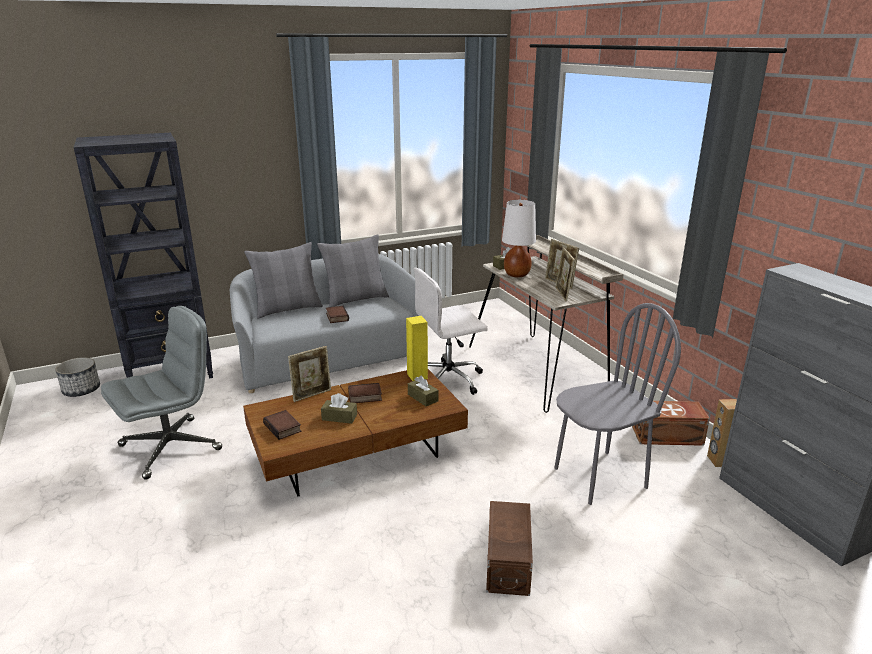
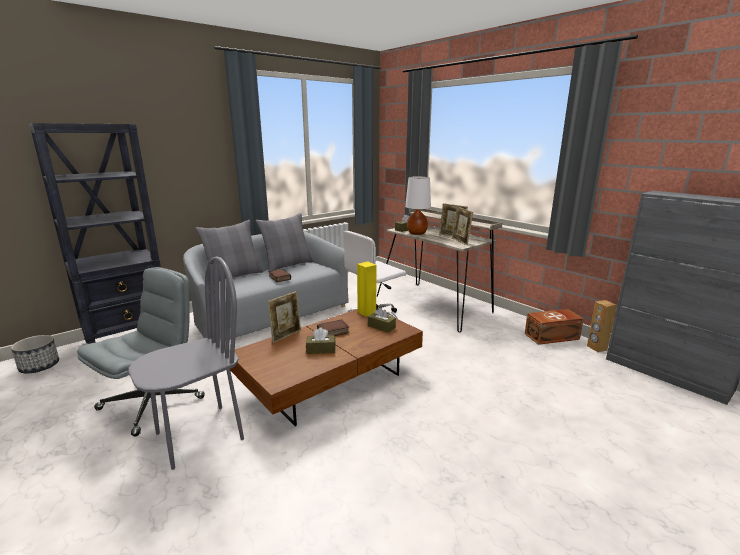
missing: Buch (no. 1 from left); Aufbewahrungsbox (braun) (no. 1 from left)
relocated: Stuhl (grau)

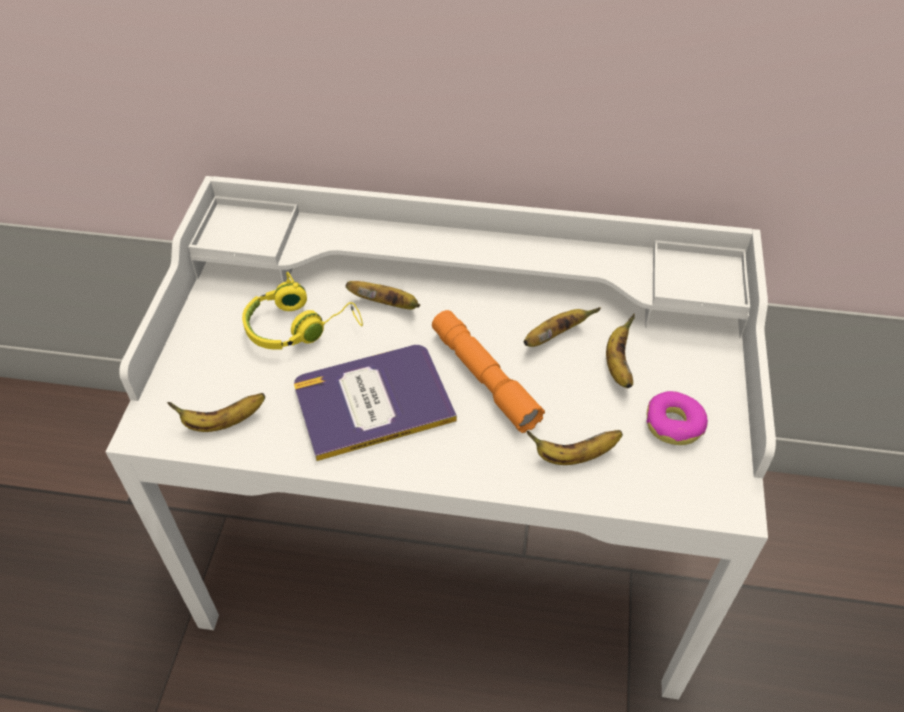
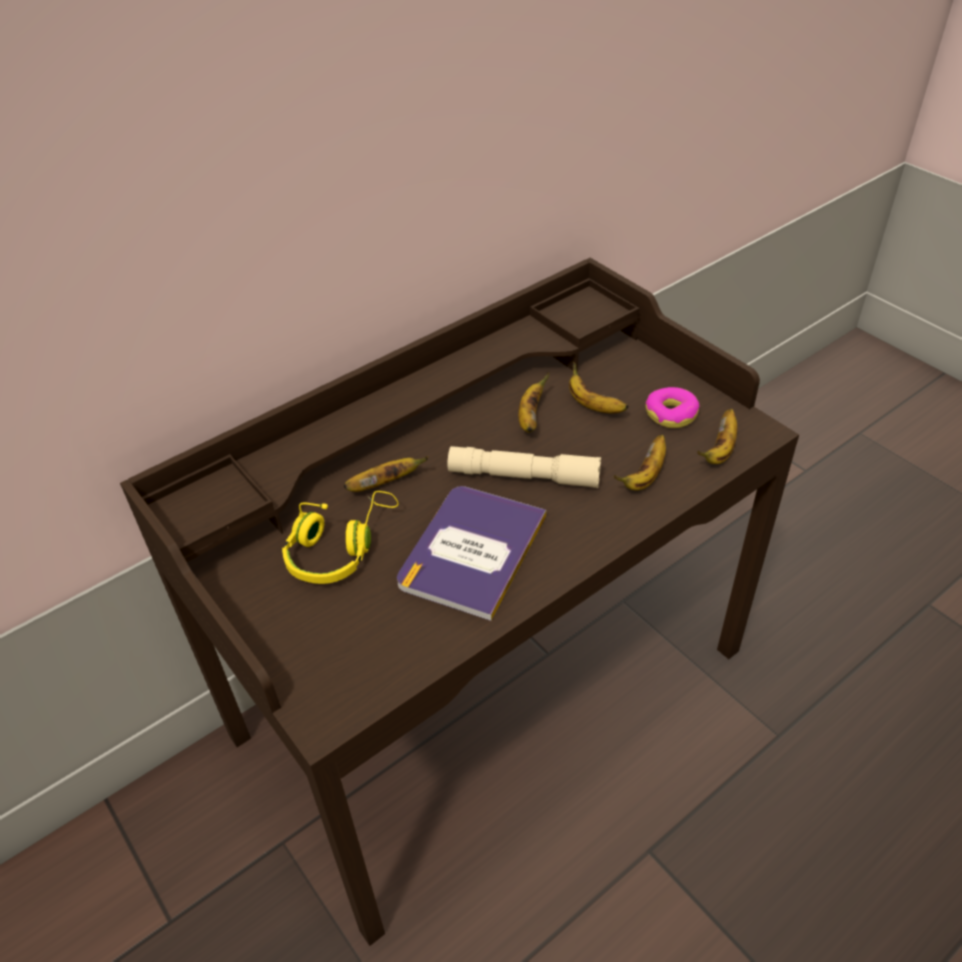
relocated: Banane (no. 1 from left in the first image) to Banane (no. 5 from left)
colour: Schreibtisch (weiß) to Schreibtisch (braun); Taschenlampe (orange) to Taschenlampe (beige)

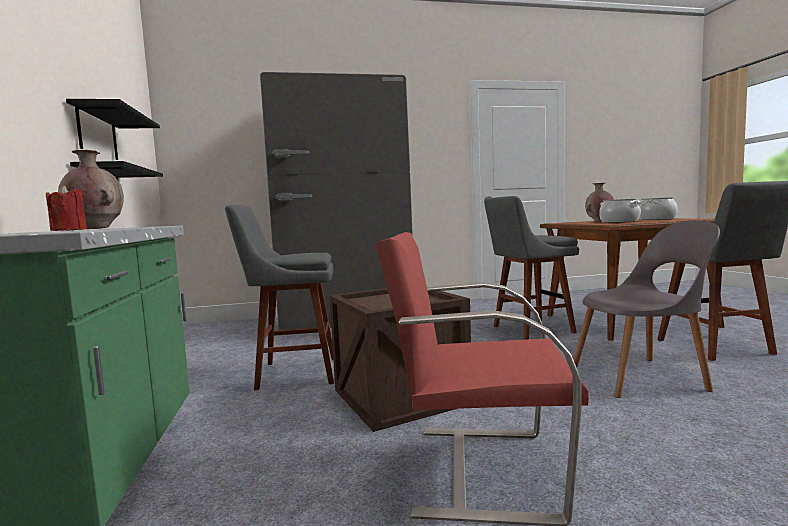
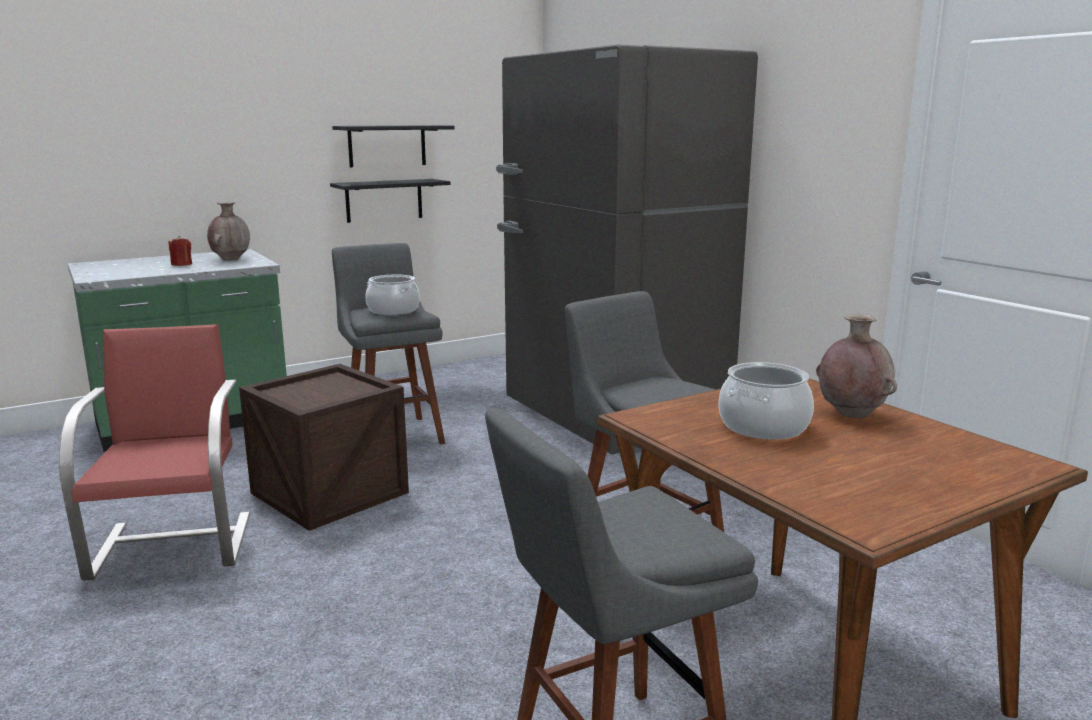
missing: Stuhl (grau)
relocated: Kochtopf (no. 2 from left in the first image) to Kochtopf (no. 1 from left)

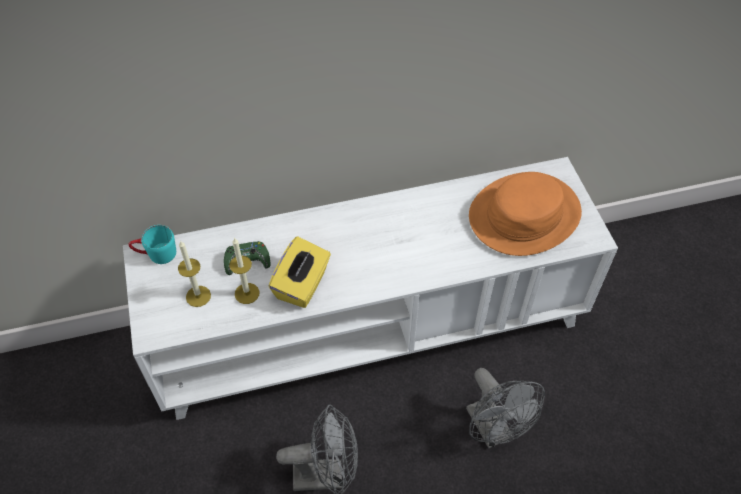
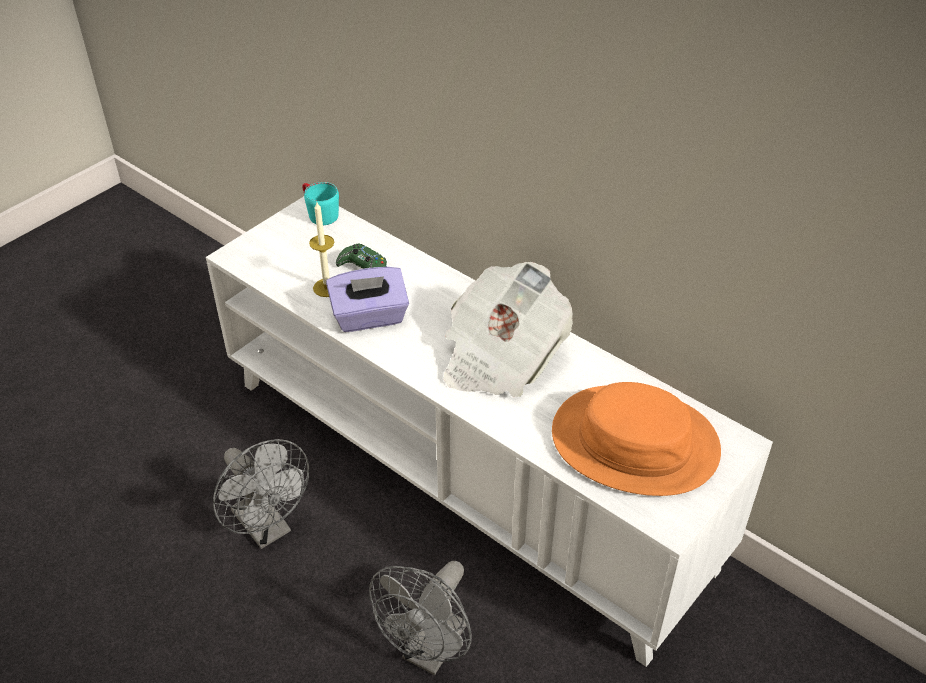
missing: Kerze (no. 1 from left)
appeared: Zeitung
colour: Taschentuchbox (gelb) to Taschentuchbox (lila)

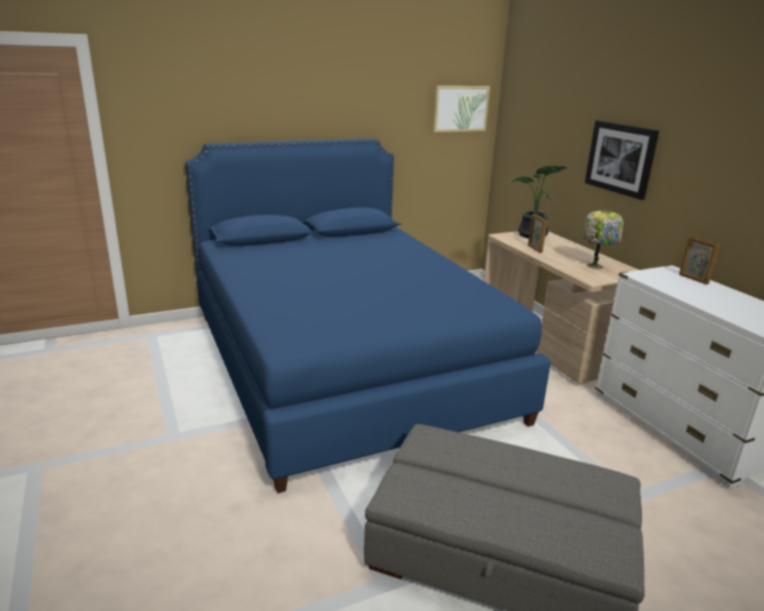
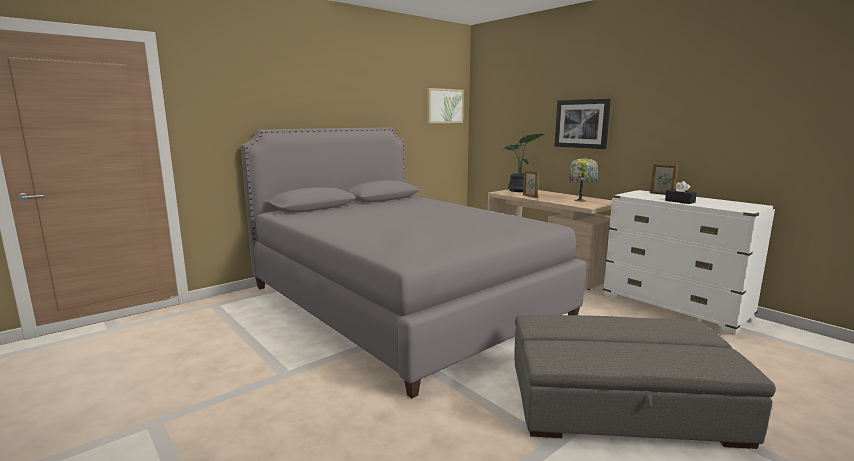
appeared: Taschentuchbox (schwarz)
colour: Bett (blau) to Bett (grau)

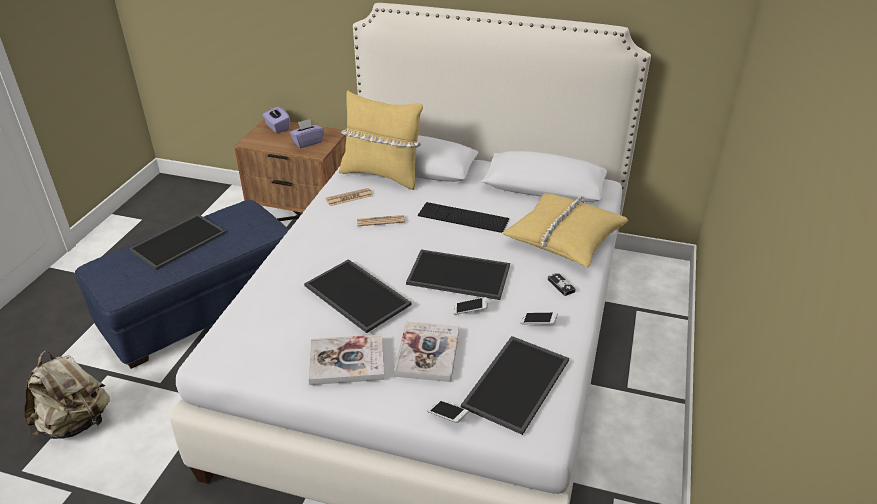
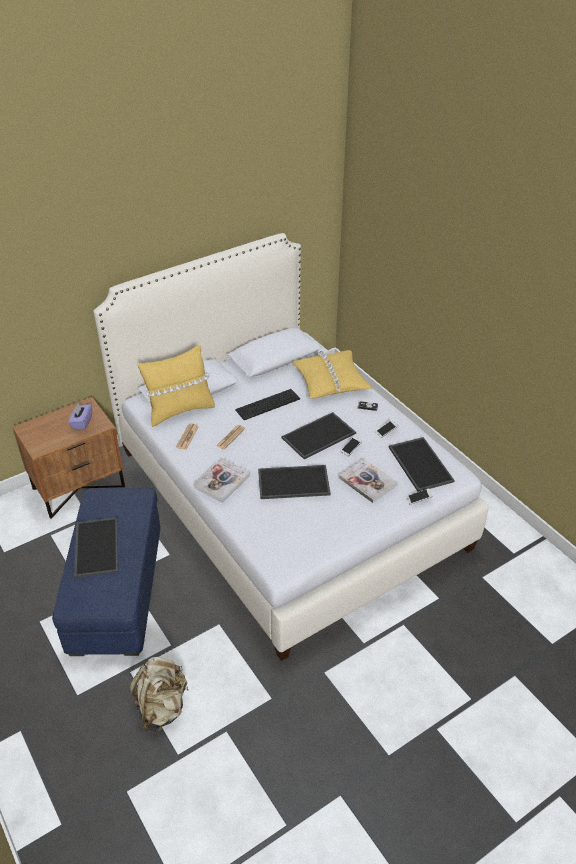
missing: Taschentuchbox (lila) (no. 1 from left)
relocated: Buch (no. 1 from left)

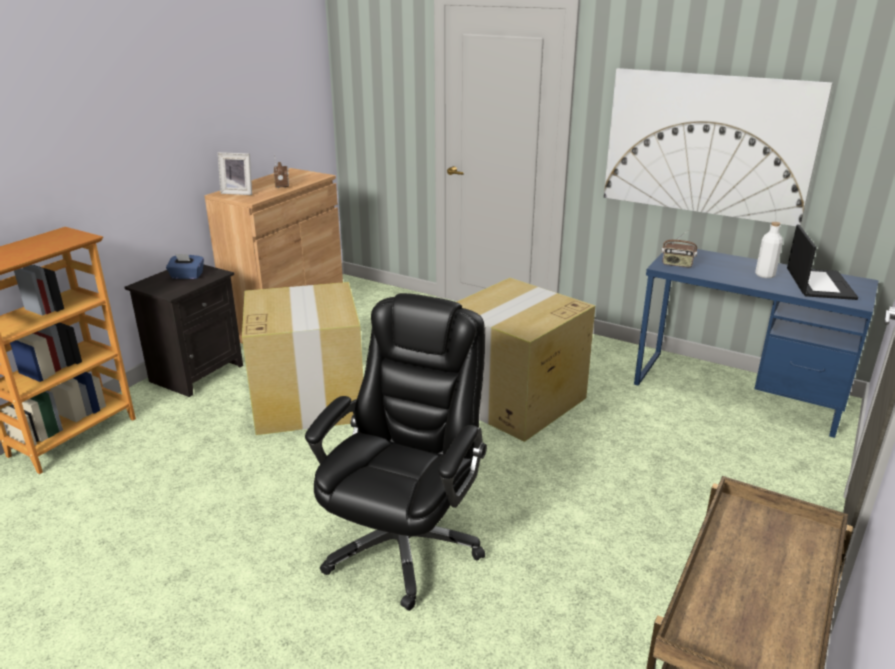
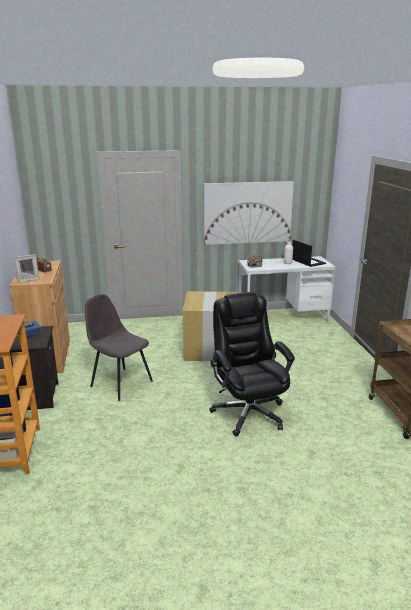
exchanged: Karton (no. 1 from left) to Stuhl (grau)
colour: Schreibtisch (blau) to Schreibtisch (weiß)

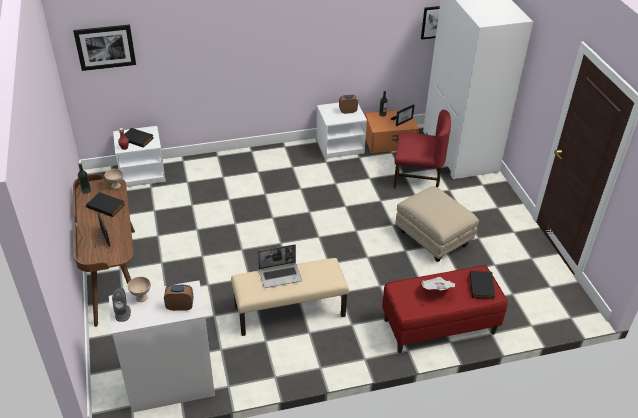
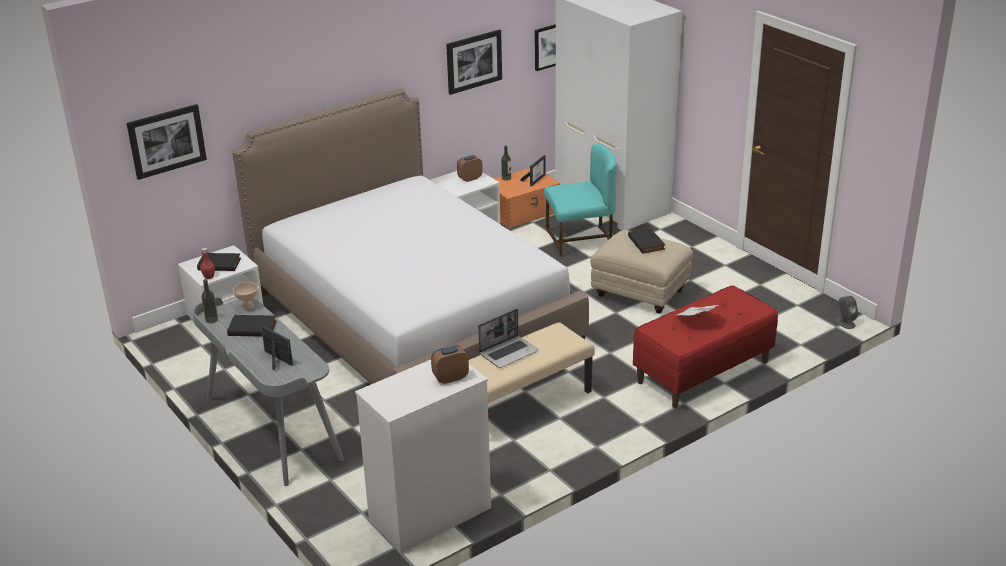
missing: Schüssel (beige) (no. 2 from left)
appeared: Bett; Bild (no. 2 from left)
relocated: Lautsprecher (grau); Buch (schwarz) (no. 3 from left)
colour: Schreibtisch (braun) to Schreibtisch (grau); Stuhl (rot) to Stuhl (türkis)

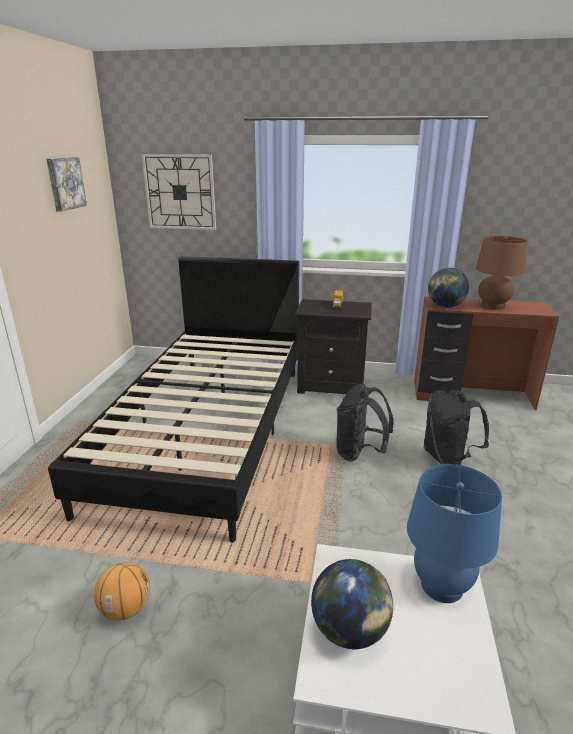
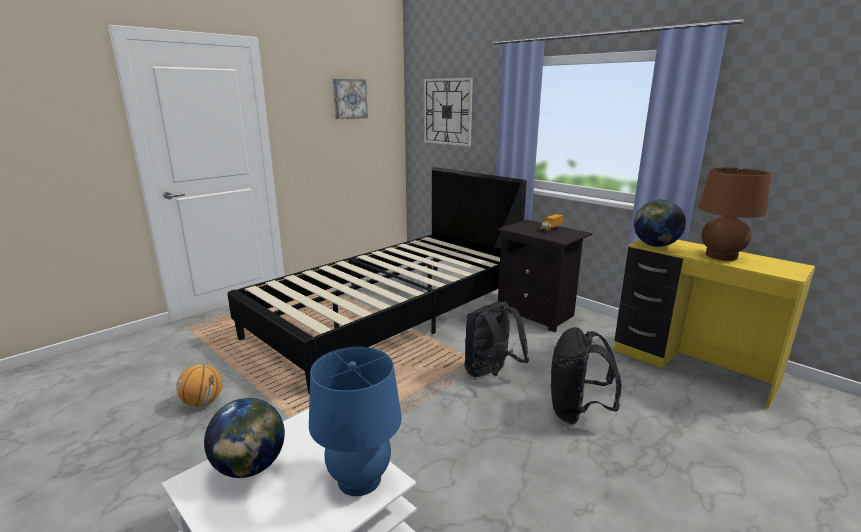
colour: Schreibtisch (braun) to Schreibtisch (gelb)

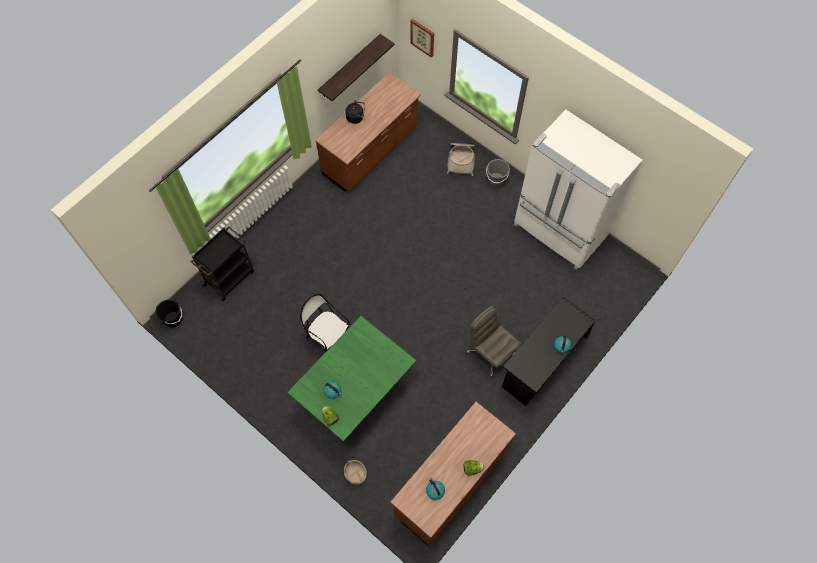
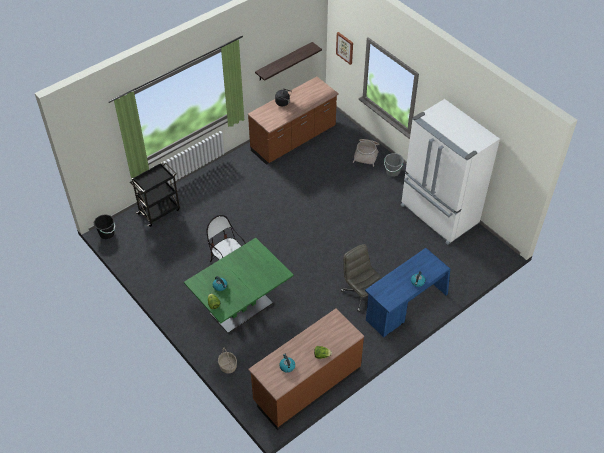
colour: Schreibtisch (schwarz) to Schreibtisch (blau)

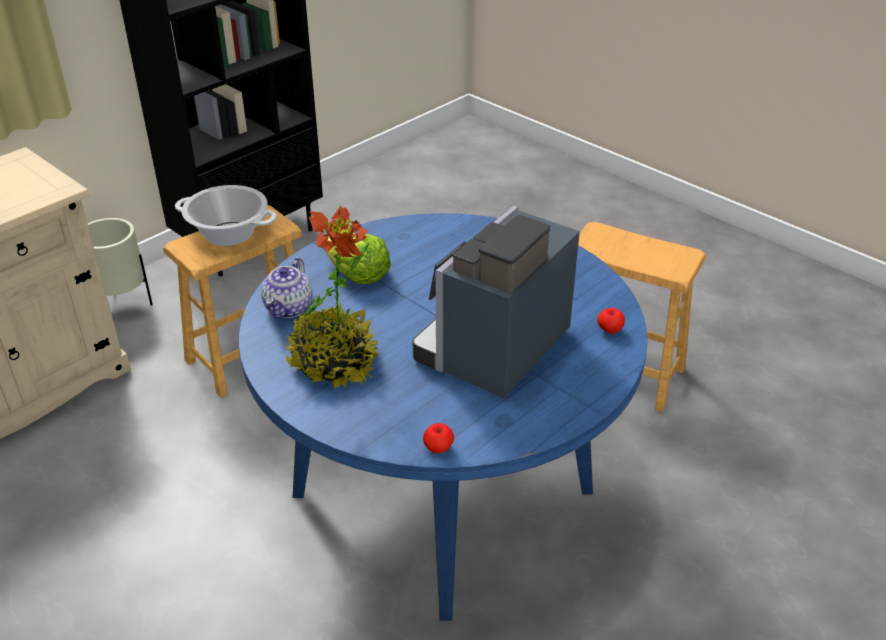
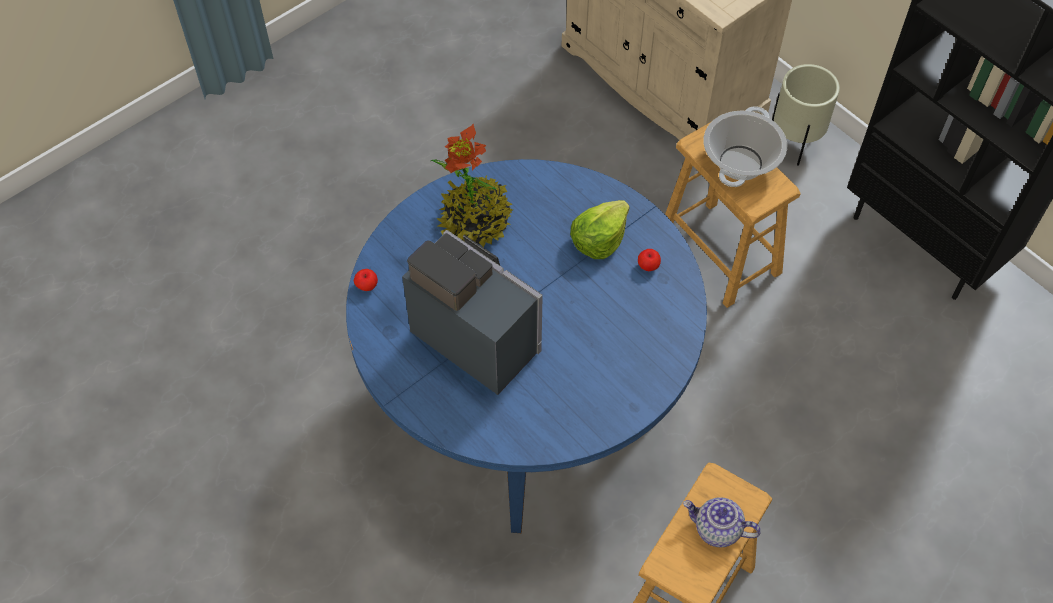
relocated: Teekanne; Apfel (no. 2 from left)

